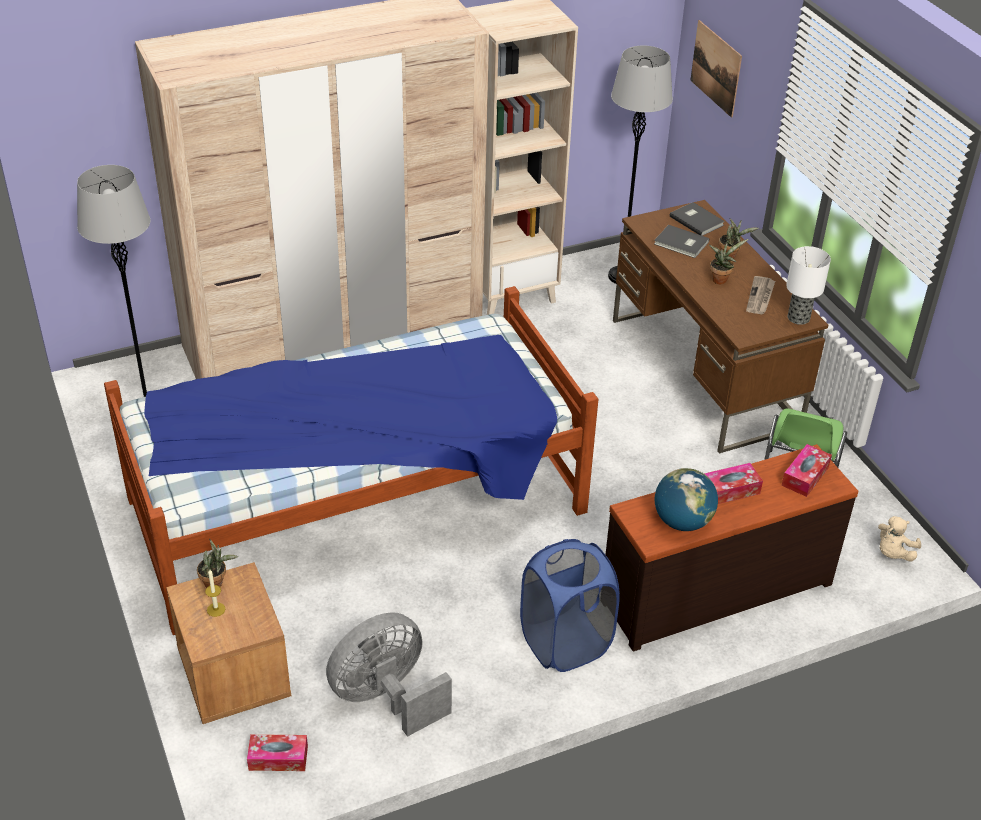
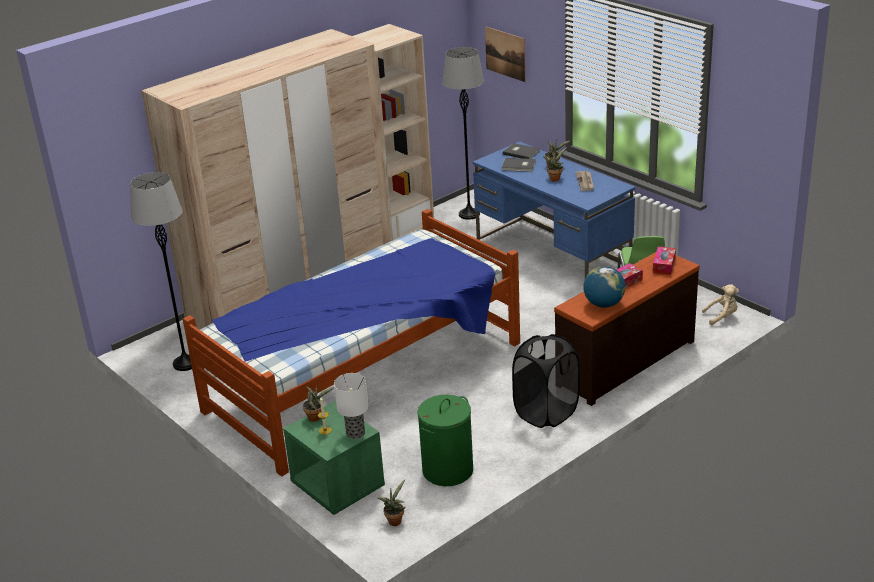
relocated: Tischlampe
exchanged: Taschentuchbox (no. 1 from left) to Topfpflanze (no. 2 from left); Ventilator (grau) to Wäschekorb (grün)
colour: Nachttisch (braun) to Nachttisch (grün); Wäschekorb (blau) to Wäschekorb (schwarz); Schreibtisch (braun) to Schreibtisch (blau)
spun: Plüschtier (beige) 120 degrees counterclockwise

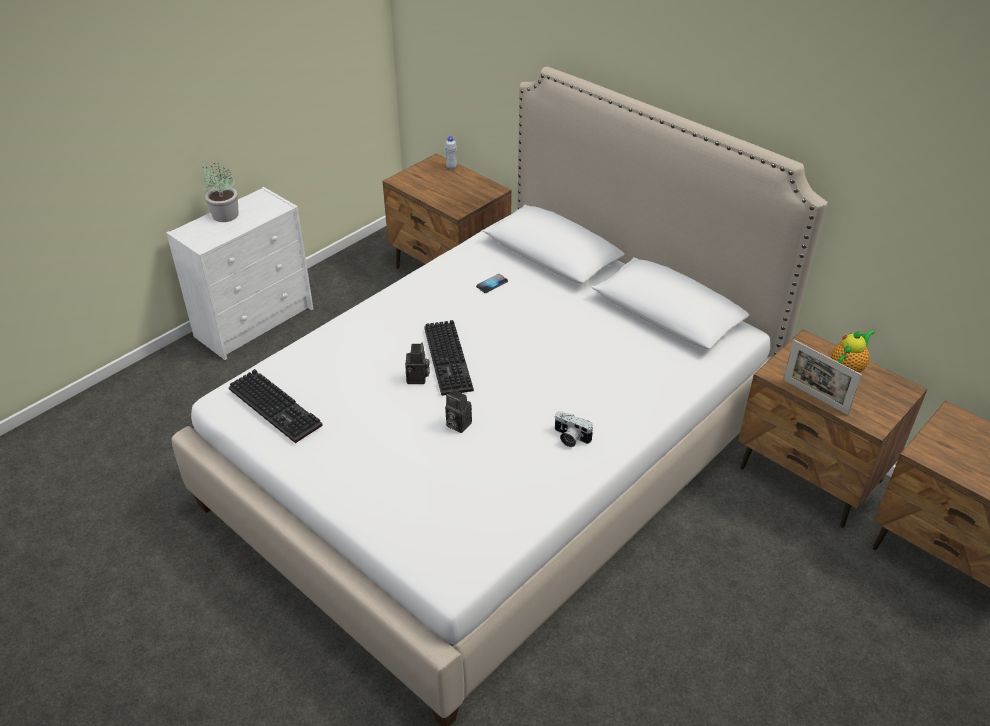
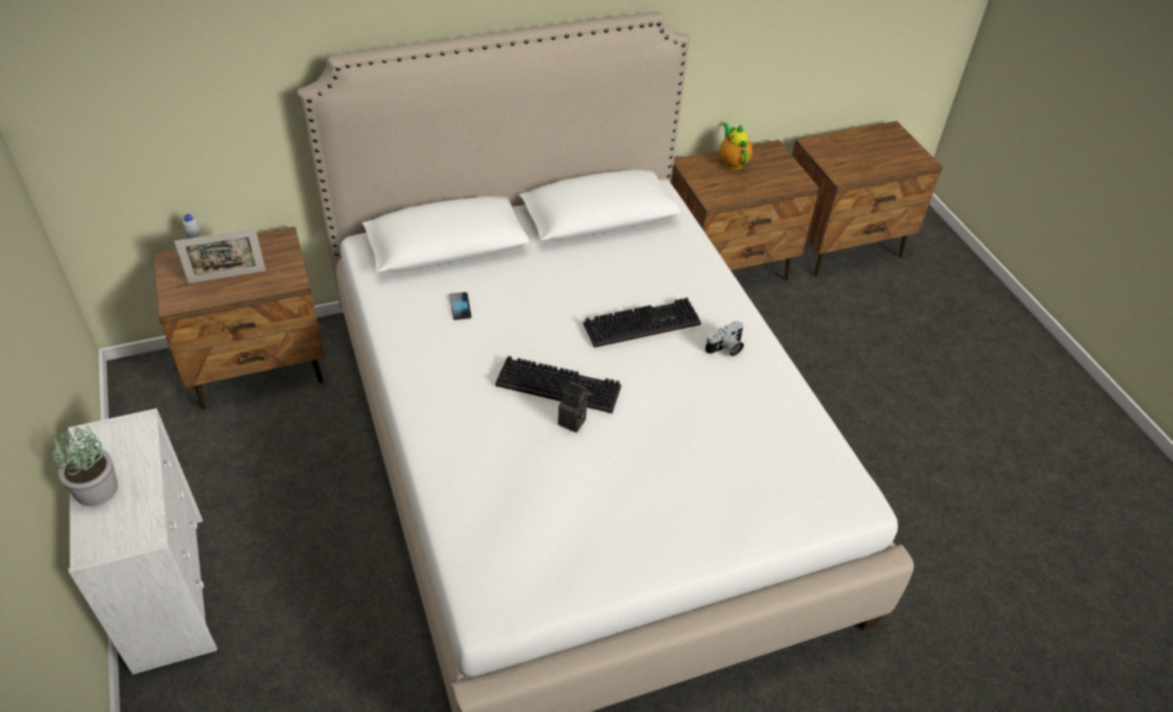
missing: Kamera (no. 2 from left)
relocated: Tastatur (no. 1 from left in the first image) to Tastatur (no. 2 from left); Bilderrahmen

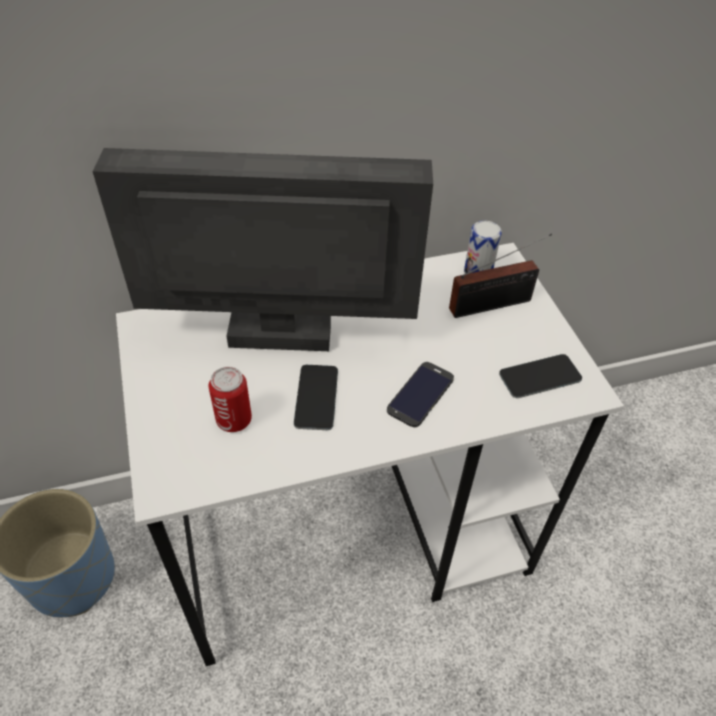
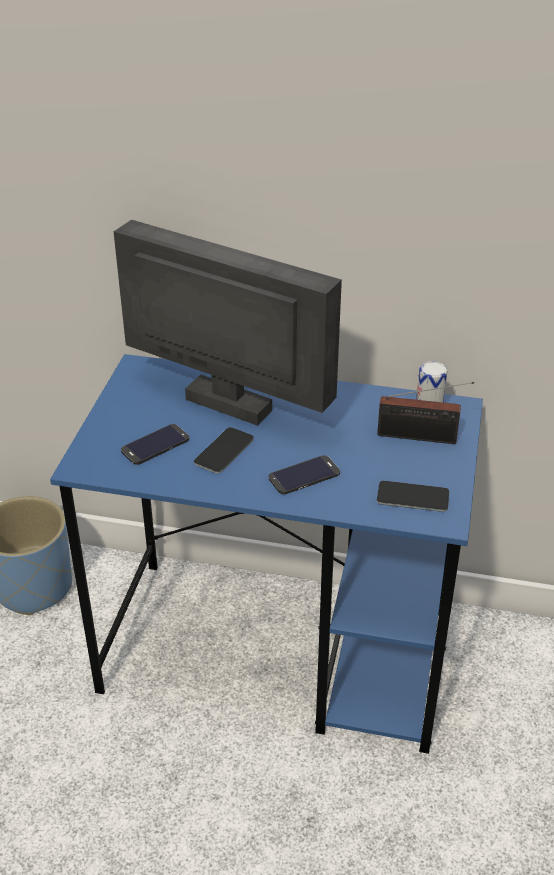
exchanged: Dose (no. 1 from left) to Handy (no. 1 from left)
colour: Schreibtisch (weiß) to Schreibtisch (blau)

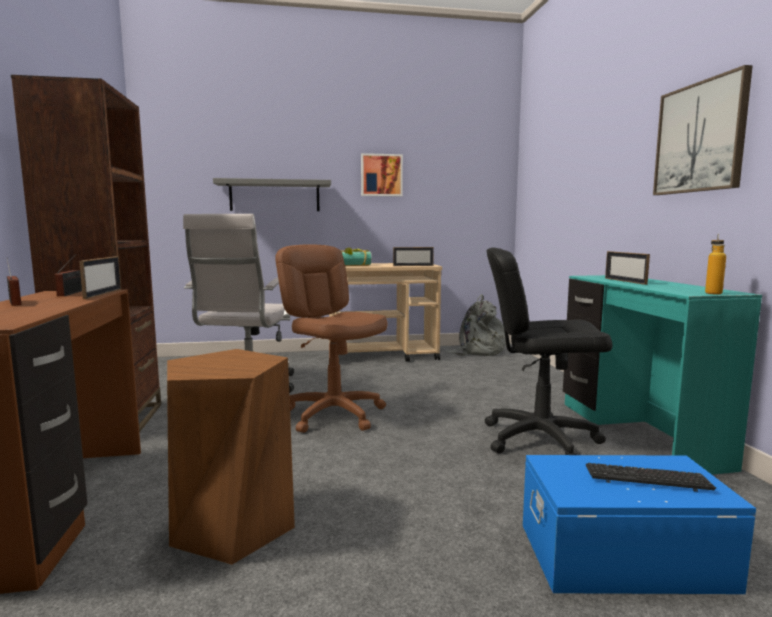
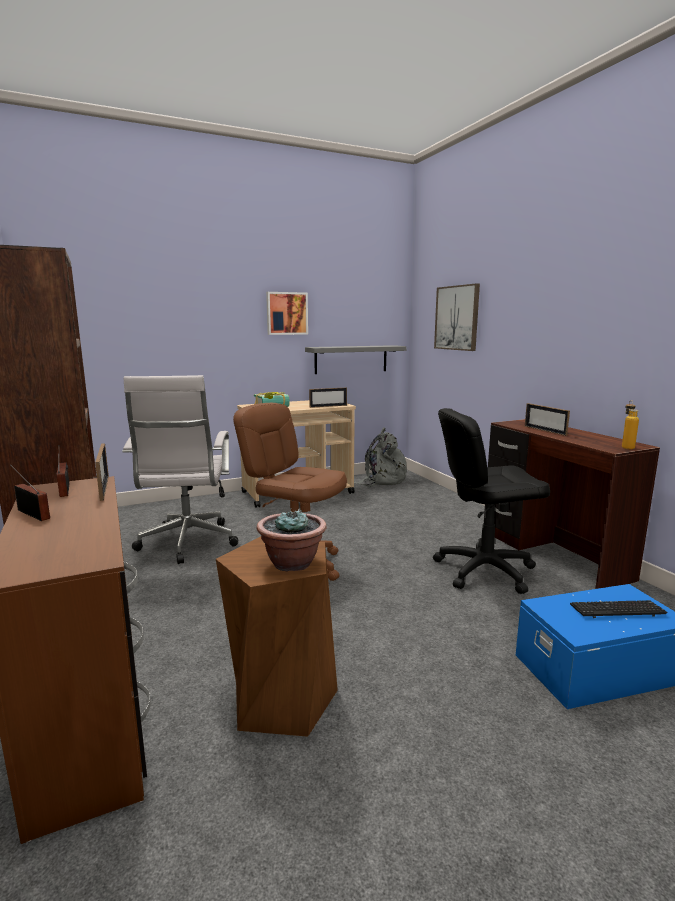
appeared: Topfpflanze
relocated: Wandregal (grau); Bild (no. 2 from left)
colour: Schreibtisch (türkis) to Schreibtisch (braun) (no. 2 from left)

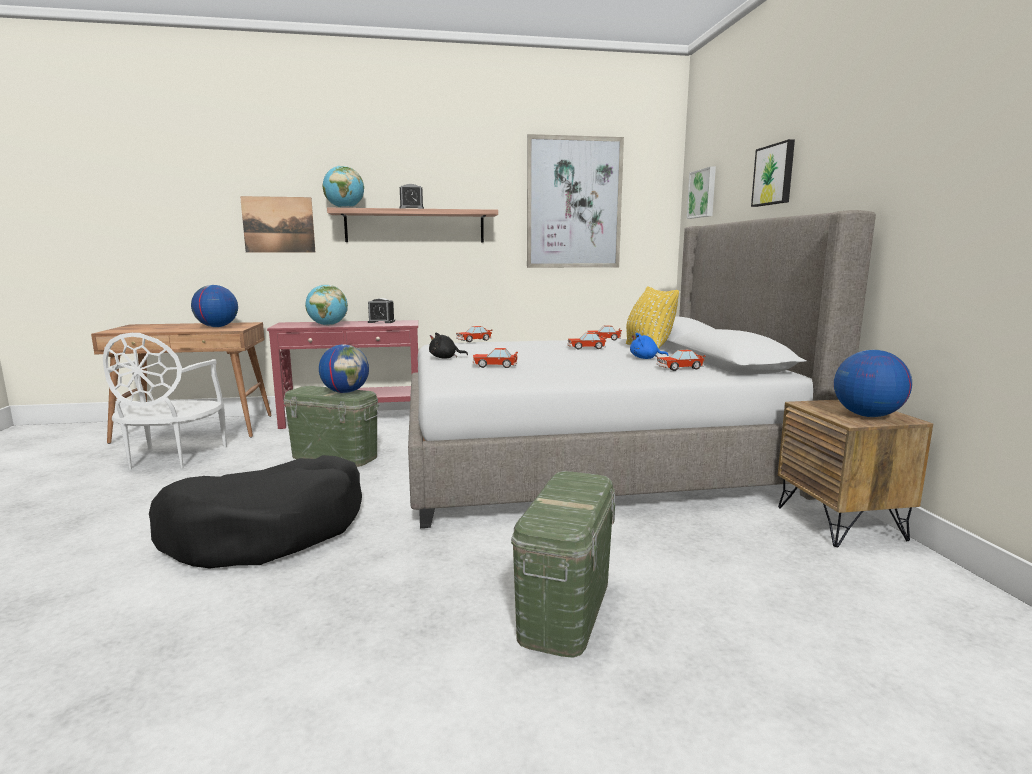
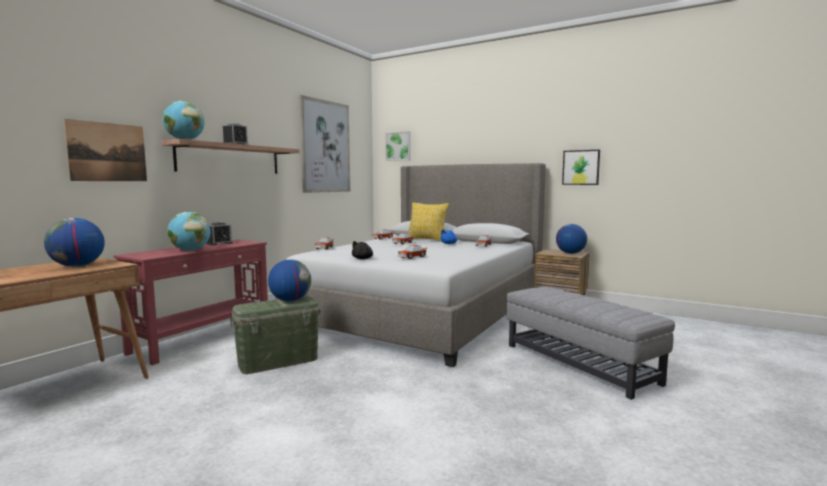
missing: Stuhl (weiß); Hundebett (schwarz)
relocated: Bild (no. 4 from left)
exchanged: Aufbewahrungsbox (grün) (no. 2 from left) to Polsterhocker (grau)

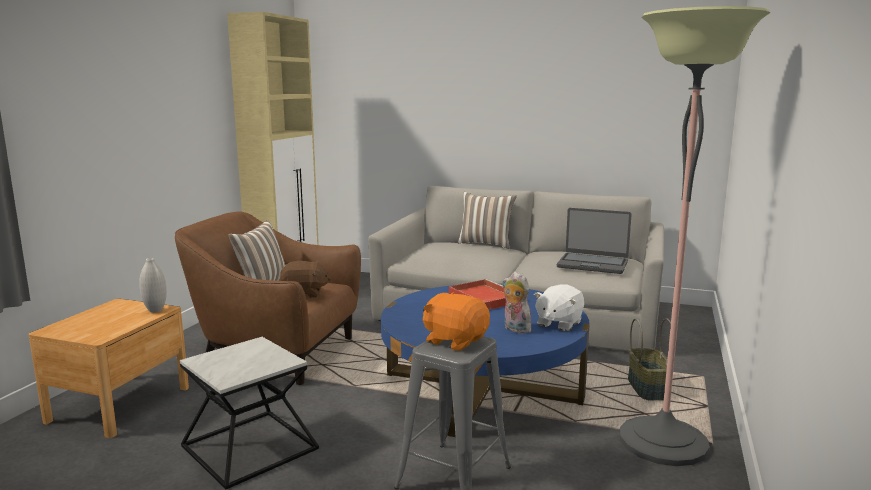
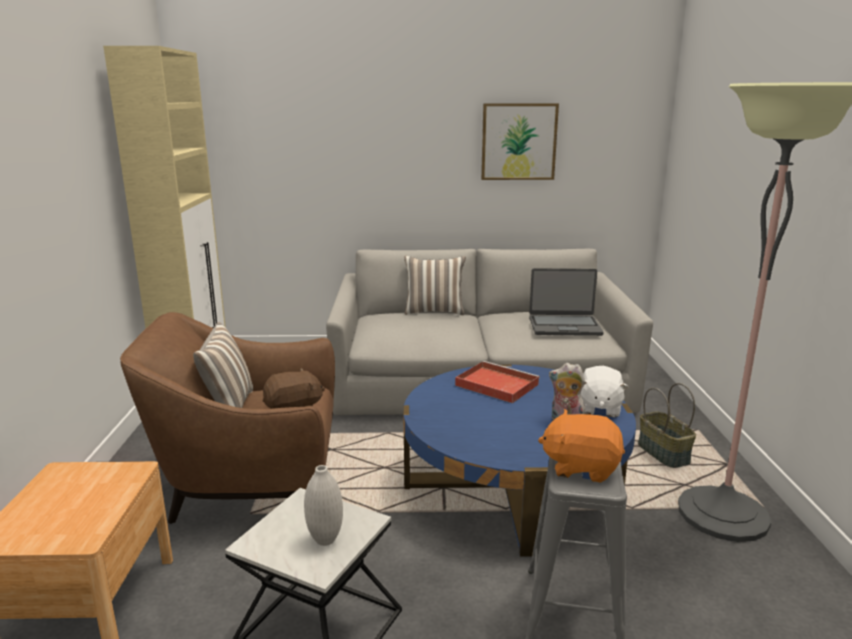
appeared: Bild
relocated: Vase (weiß)

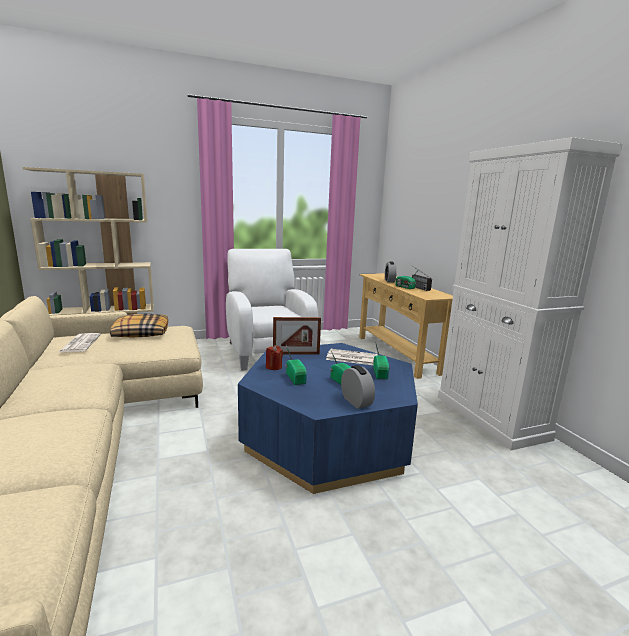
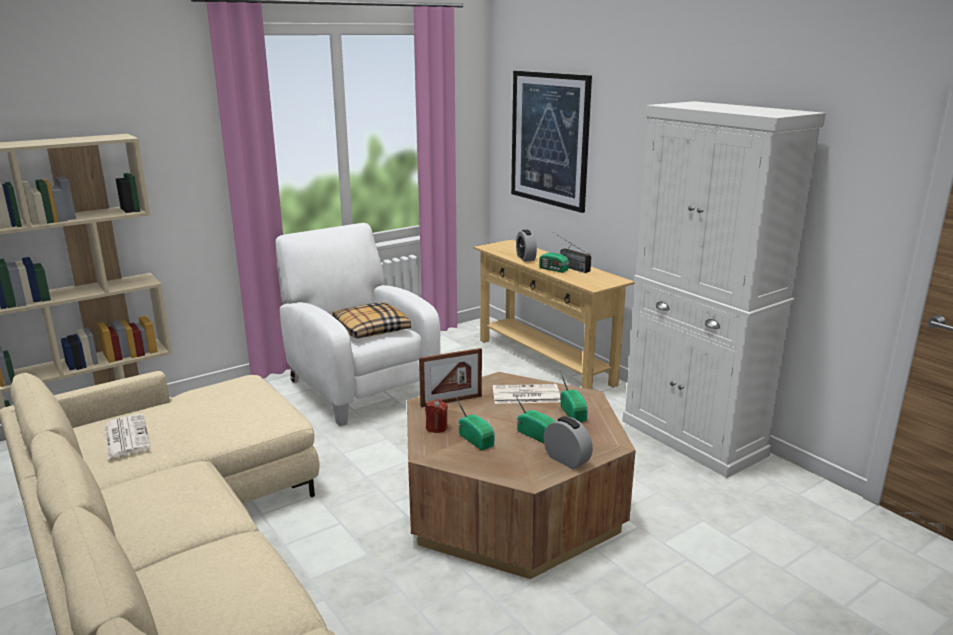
appeared: Bild
relocated: Kissen
colour: Couchtisch (blau) to Couchtisch (braun)

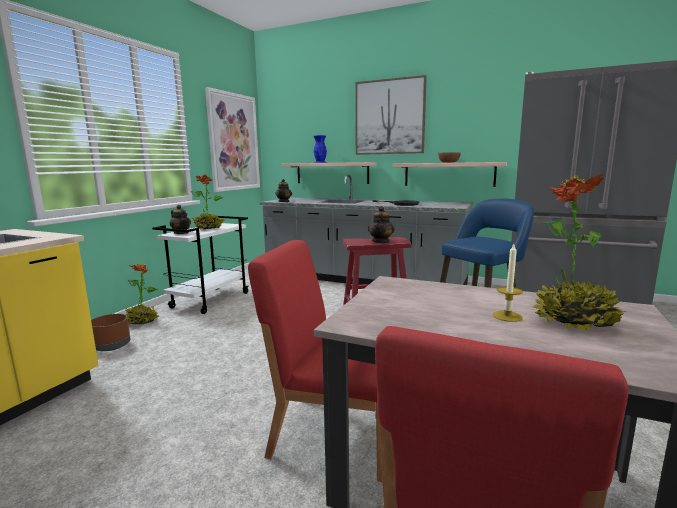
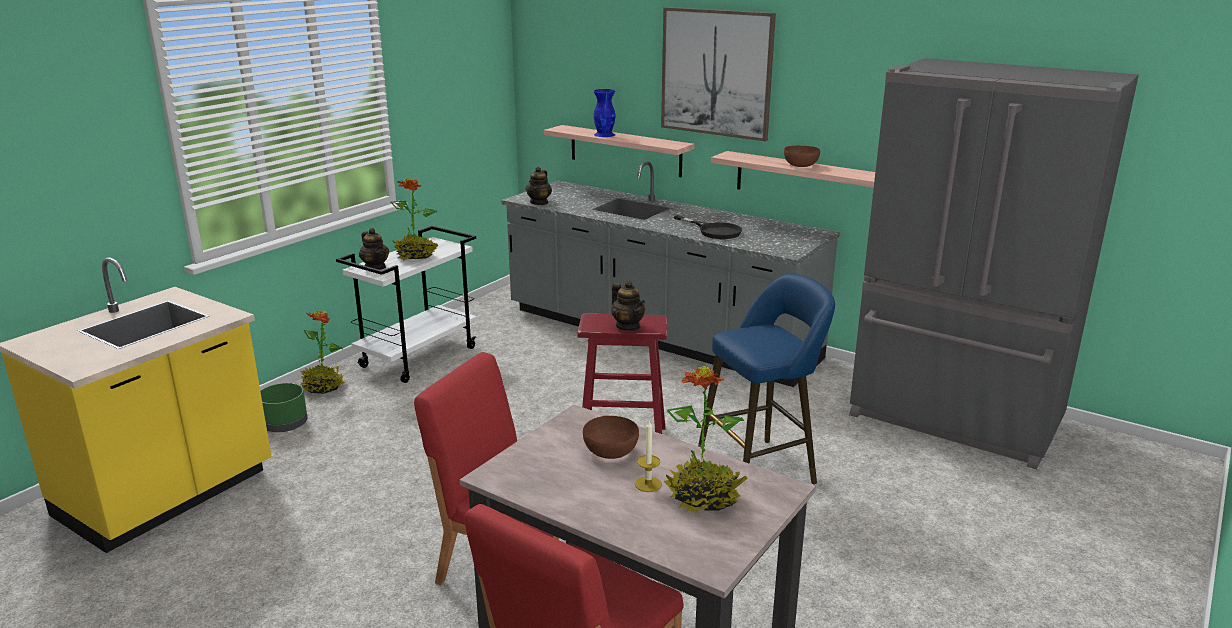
missing: Bild (no. 1 from left)
appeared: Schüssel (braun) (no. 1 from left)
colour: Pflanzkübel (braun) to Pflanzkübel (grün)
spun: Teekanne (no. 3 from left) 60 degrees counterclockwise

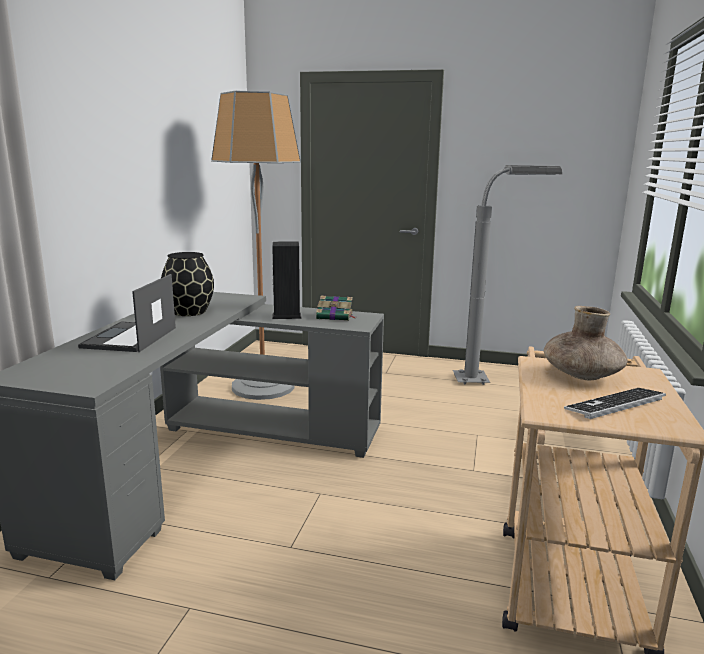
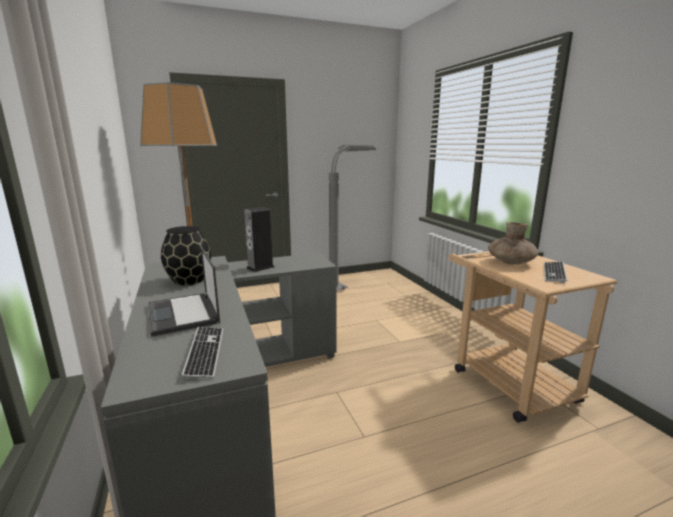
missing: Buch
appeared: Tastatur (no. 1 from left)

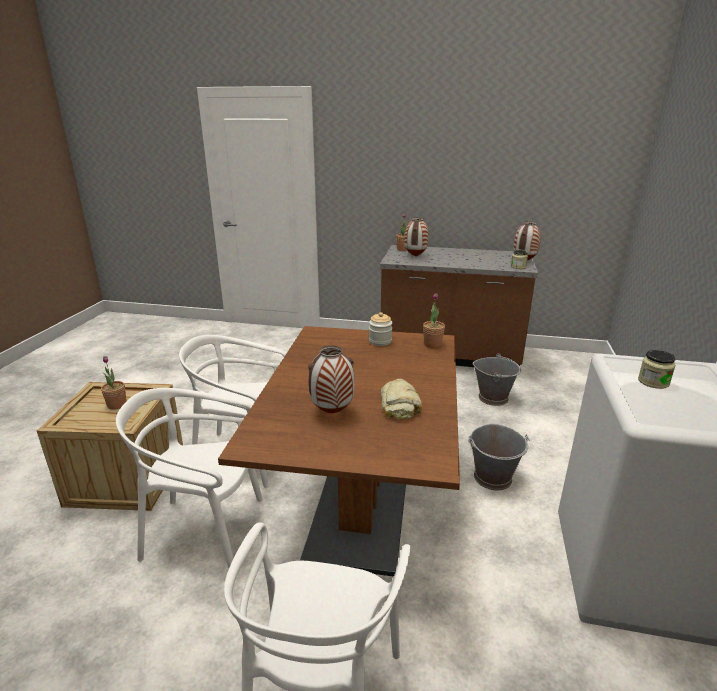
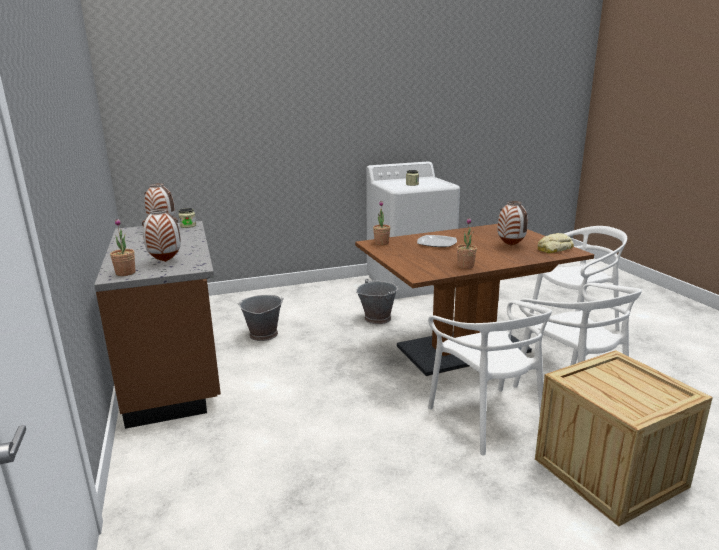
missing: Vorratsglas (no. 1 from left)
appeared: Teller
relocated: Topfpflanze (no. 1 from left in the first image) to Topfpflanze (no. 3 from left); Brot

